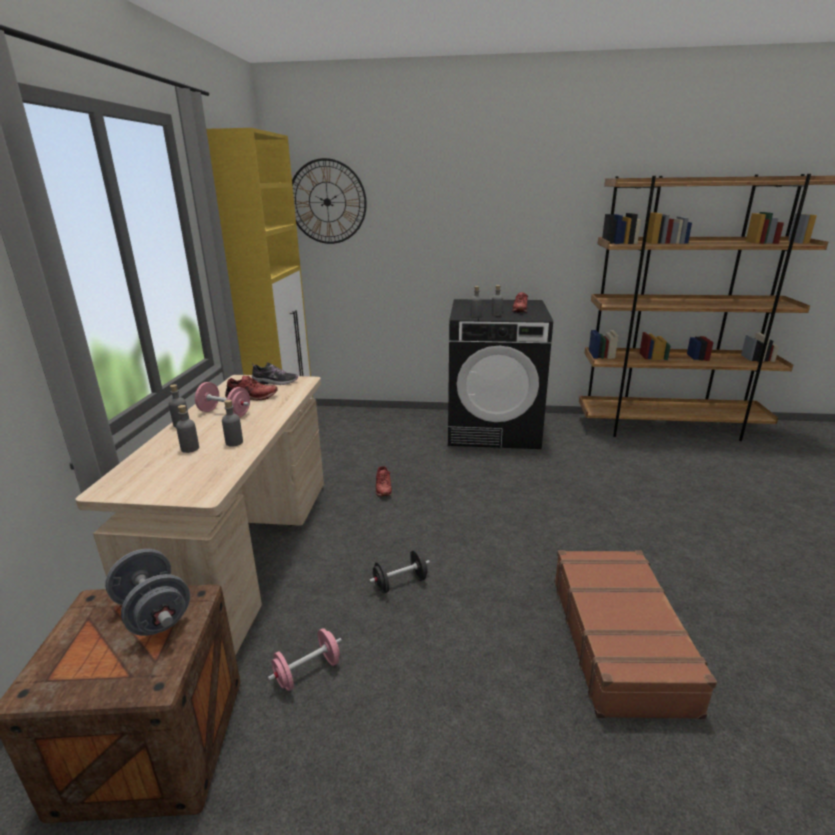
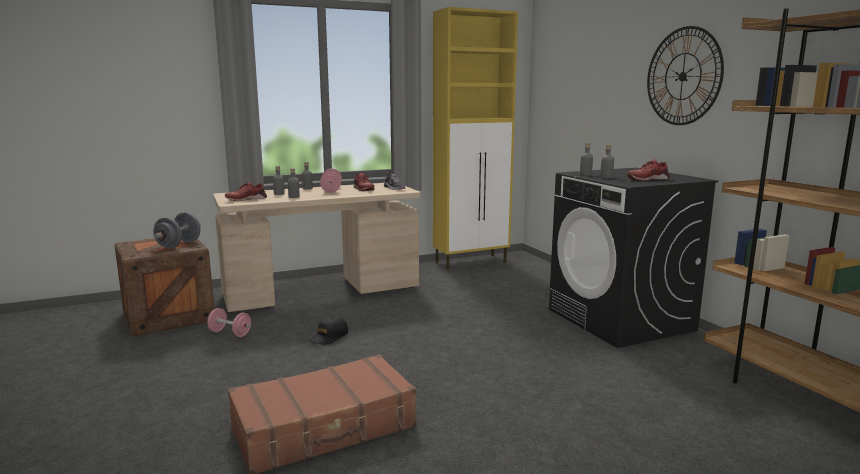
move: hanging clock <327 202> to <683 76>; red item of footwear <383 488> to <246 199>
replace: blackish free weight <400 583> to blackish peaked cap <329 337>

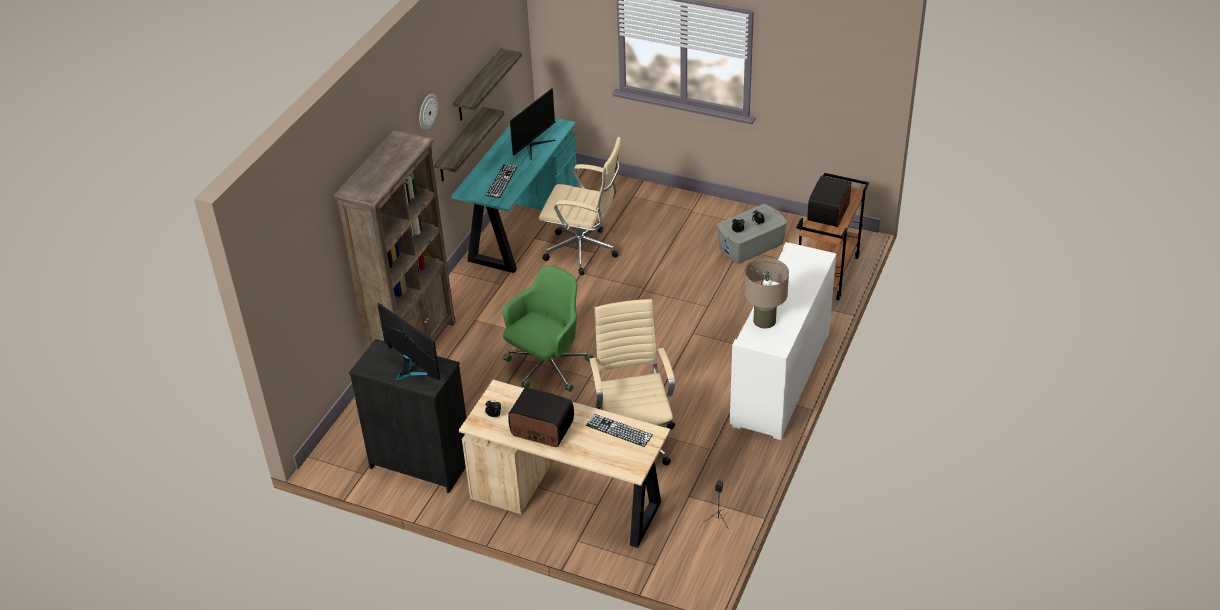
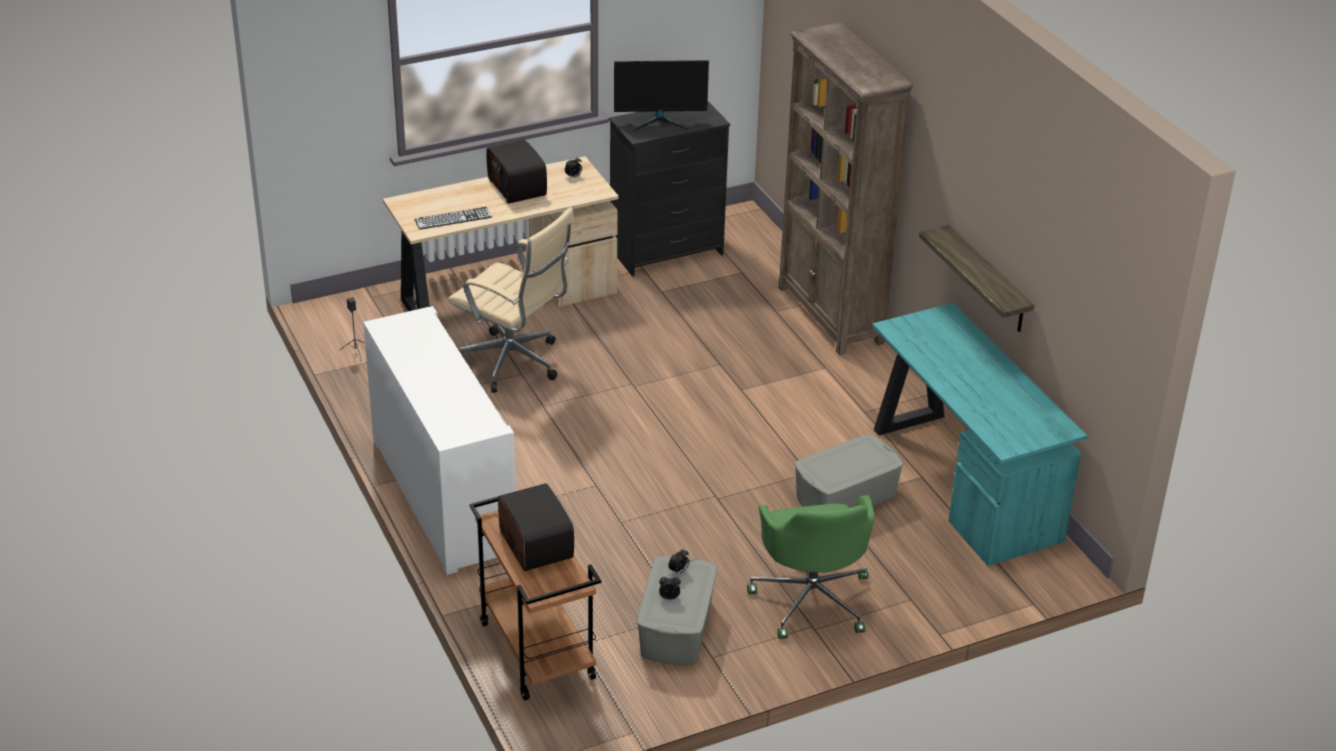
delete: hanging clock <427 111>; shelf <478 86>; keyboard <501 181>; monitor <533 146>; beige-coloured table lamp <764 321>
move: green office chair <546 367> to <812 598>
replace: beige-coloured office chair <584 252> to greyish storage box <845 496>
rotate: radio set <541 430> = <518 187> 90 degrees clockwise

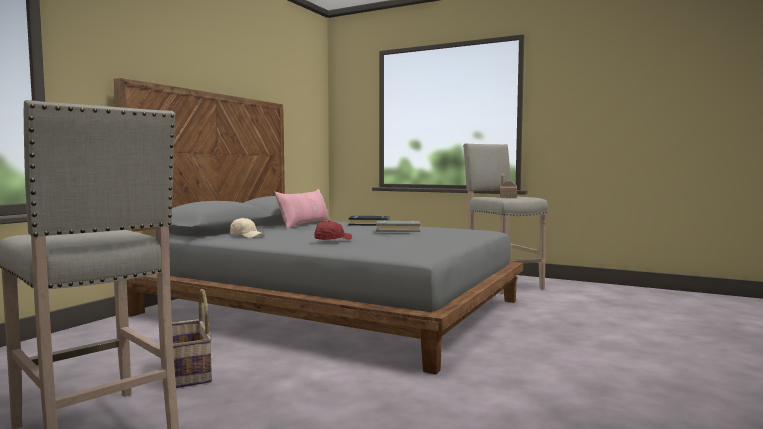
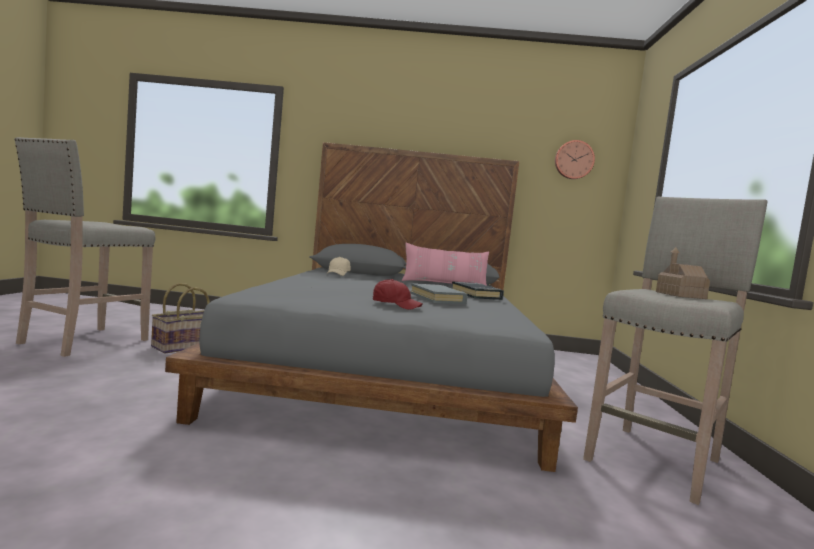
insert: hanging clock <574 160>
move: red peaked cap <332 240> to <395 305>

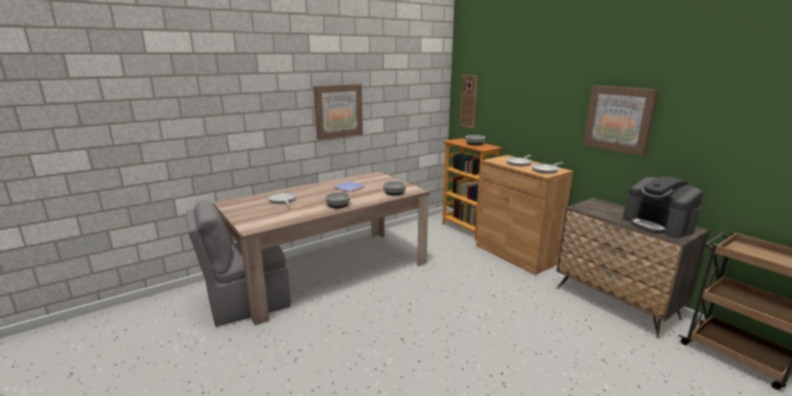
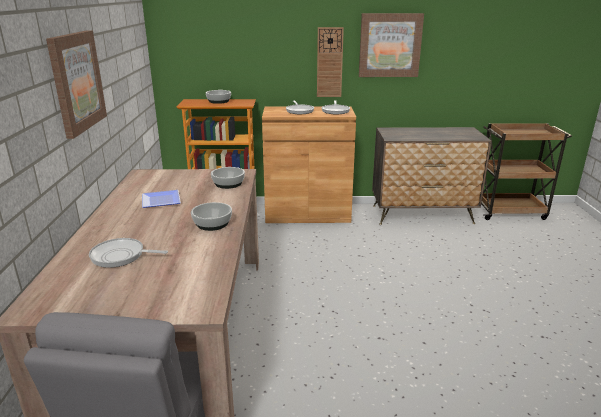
delete: coffee brewer <657 225>
move: hanging clock <468 101> to <329 62>

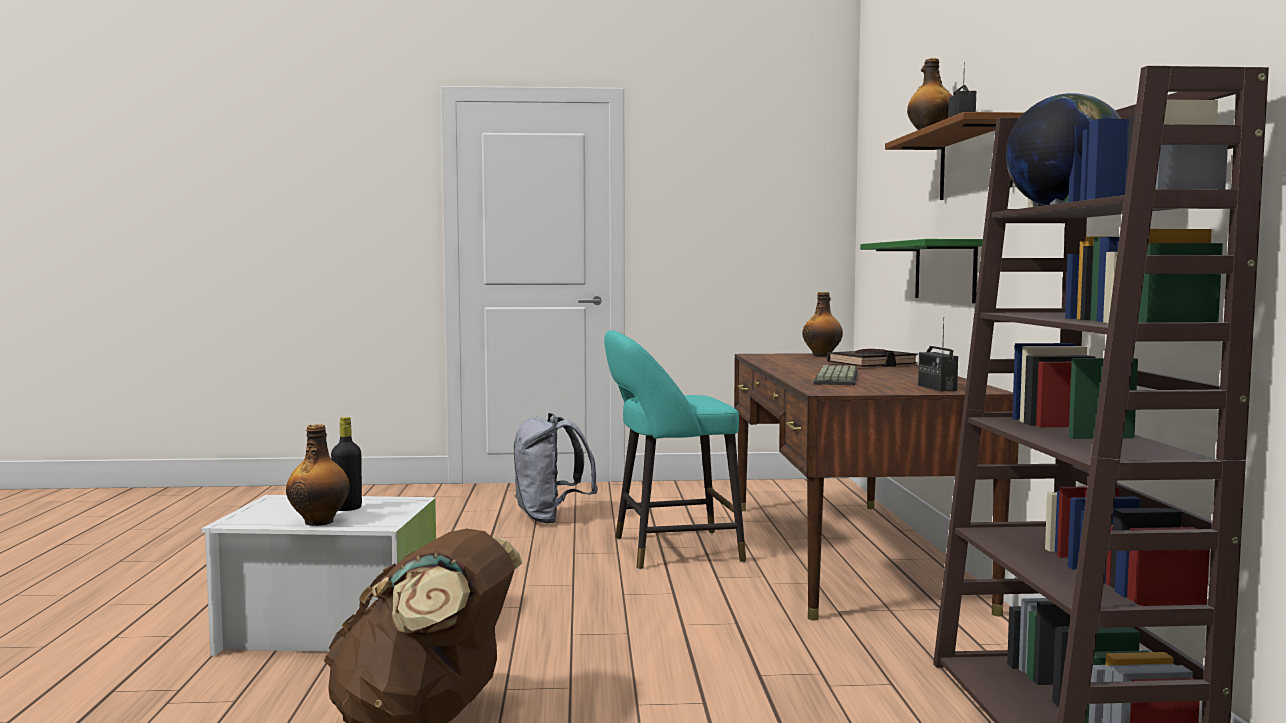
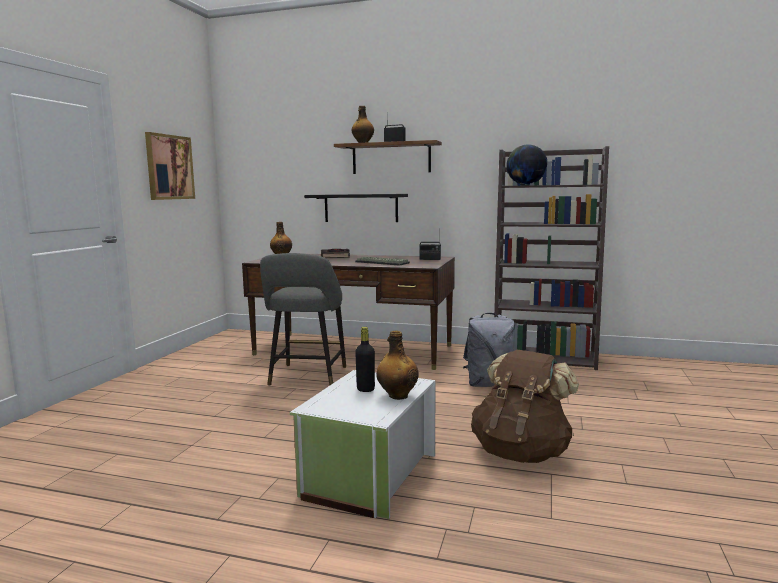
insert: wall art <169 167>
move: greyish rucksack <550 518> to <489 384>
recolor: turquoise stool <669 550> to greyish stool <307 377>; green shelf <945 271> to blackish shelf <361 208>

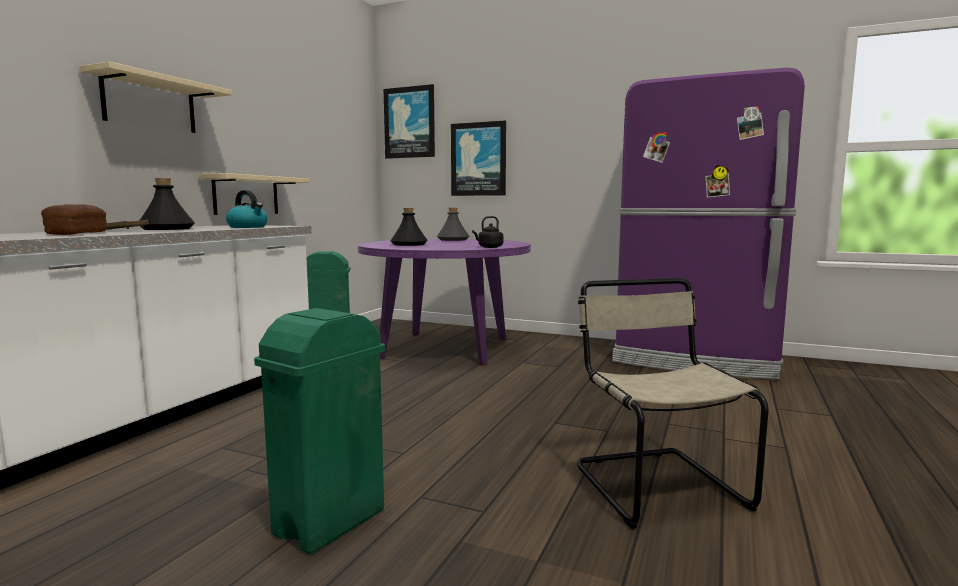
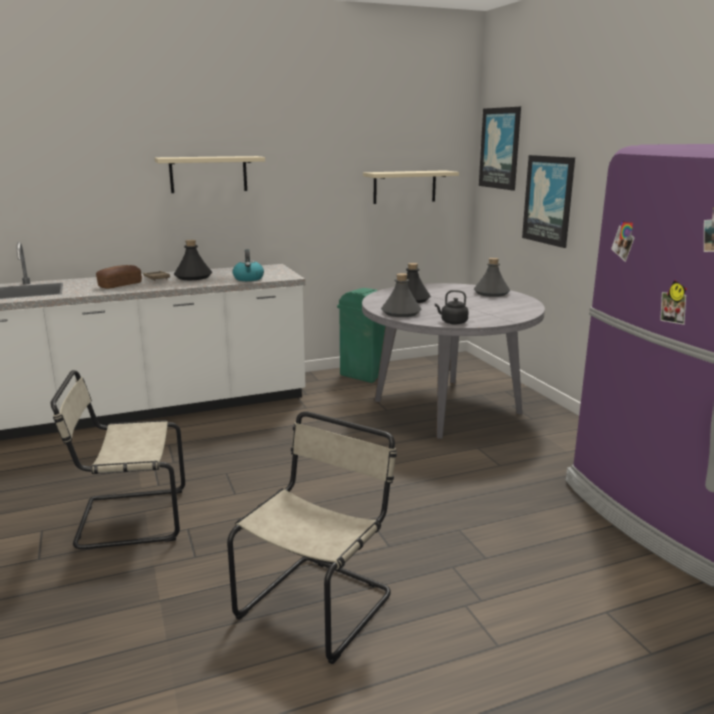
insert: greyish bottle <400 313>
move: beige-coloured shelf <246 195> to <404 187>
replace: green rubbish bin <328 523> to beige-coloured upright chair <128 519>
recolor: purple dinner table <445 348> to greyish dinner table <446 407>

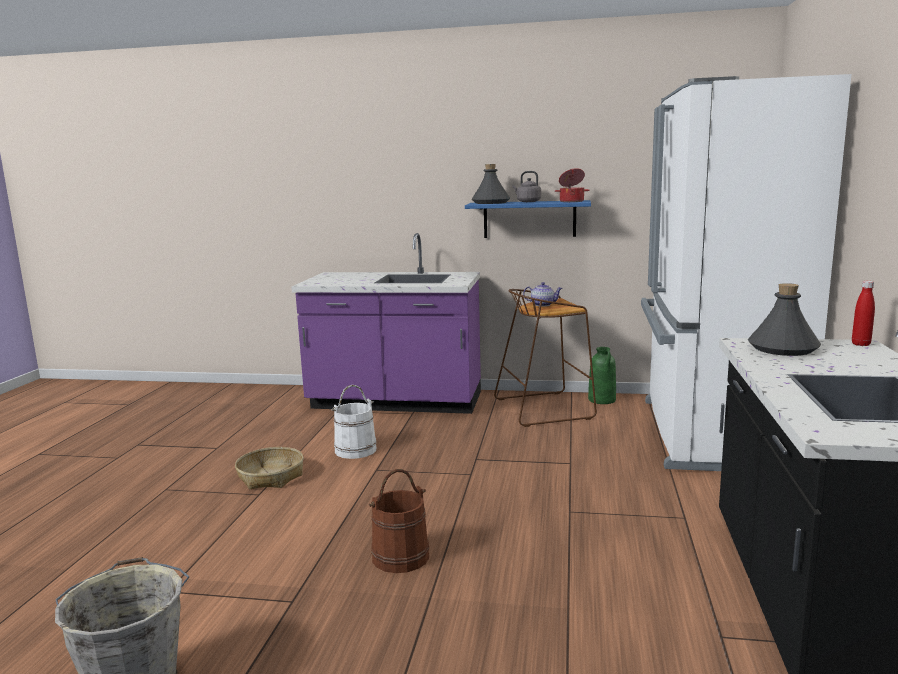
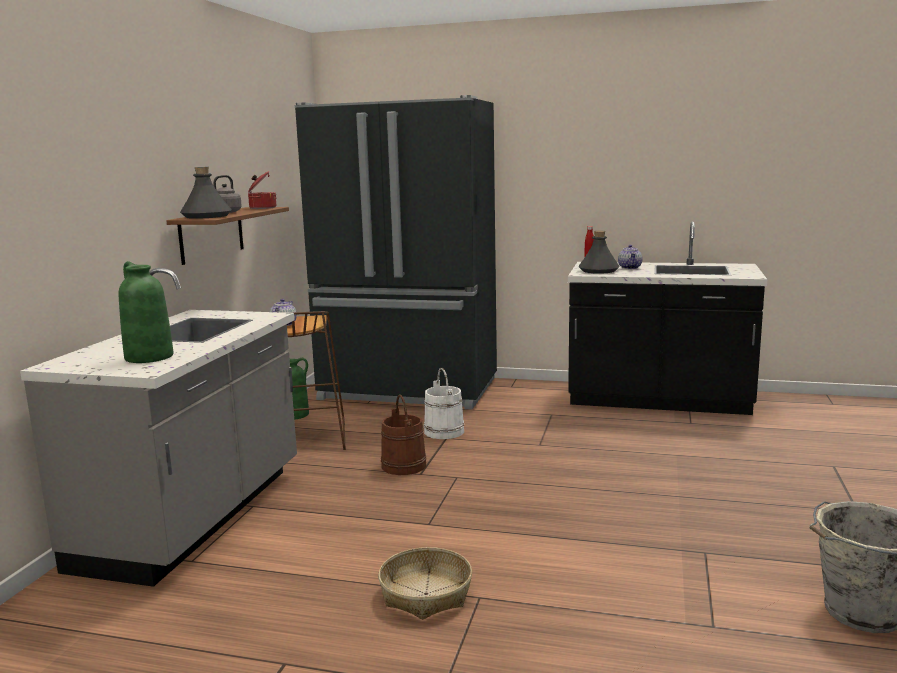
insert: green decorative vase <148 357>; pot for tea <630 268>
move: white-coloured pail <355 450> to <443 431>; brown pail <400 557> to <404 465>
recolor: purple kitchen base unit <395 402> to greyish kitchen base unit <196 517>; blue shelf <529 219> to brown shelf <212 234>; white-coloured refrigerator <712 434> to blackish refrigerator <408 390>

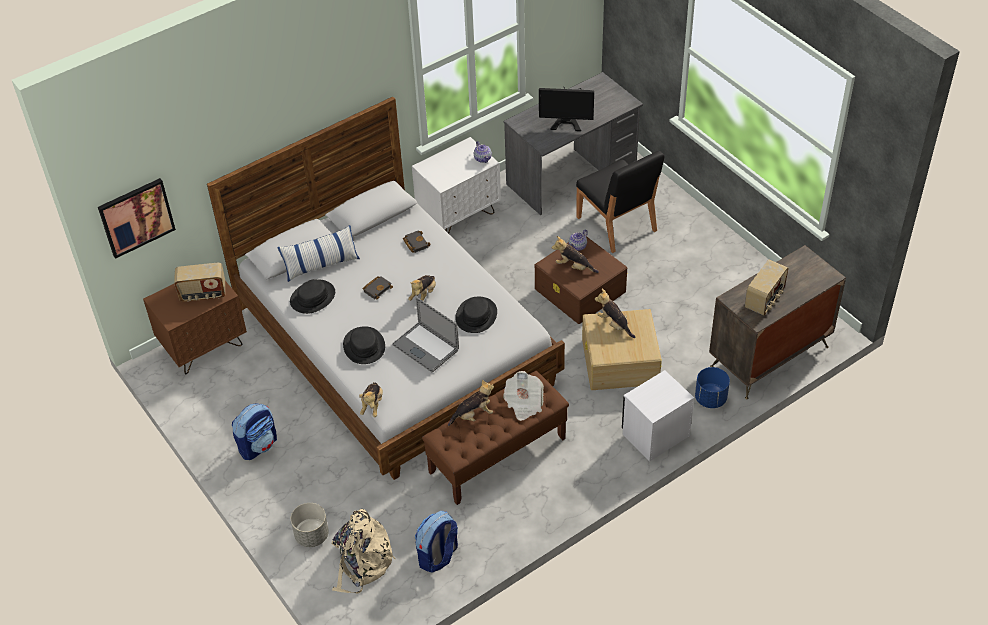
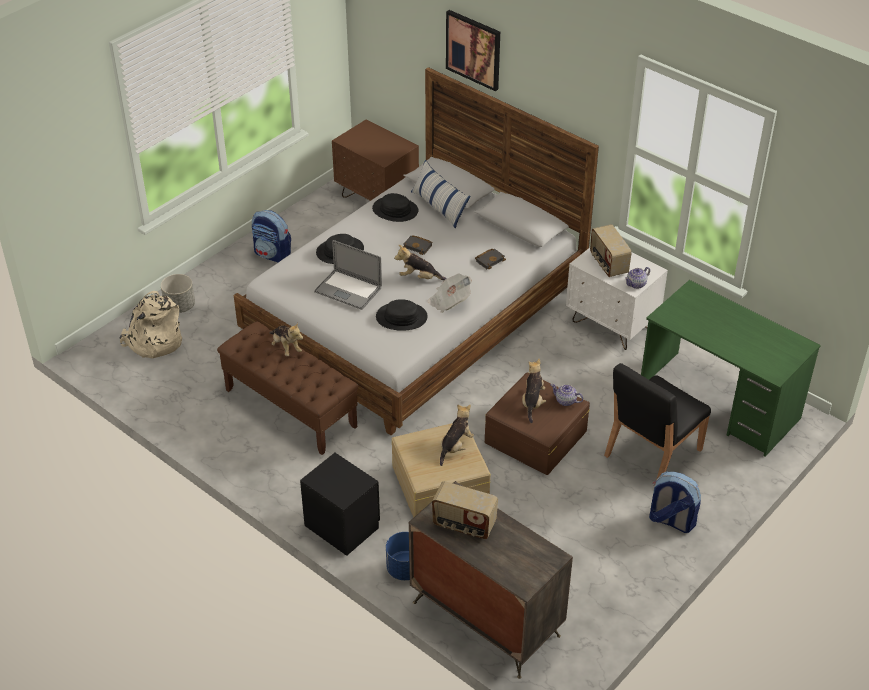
delete: plush toy <372 405>; monitor <567 118>
move: wall art <136 217> to <473 49>; radio set <203 294> to <608 264>; rucksack <438 556> to <671 521>; daily paper <524 403> to <449 301>
recolor: greyish desk table <572 174> to green desk table <719 403>; white-coloured night table <655 435> to blackish night table <342 526>
rotate: notebook computer <425 347> = <348 289> 90 degrees counterclockwise

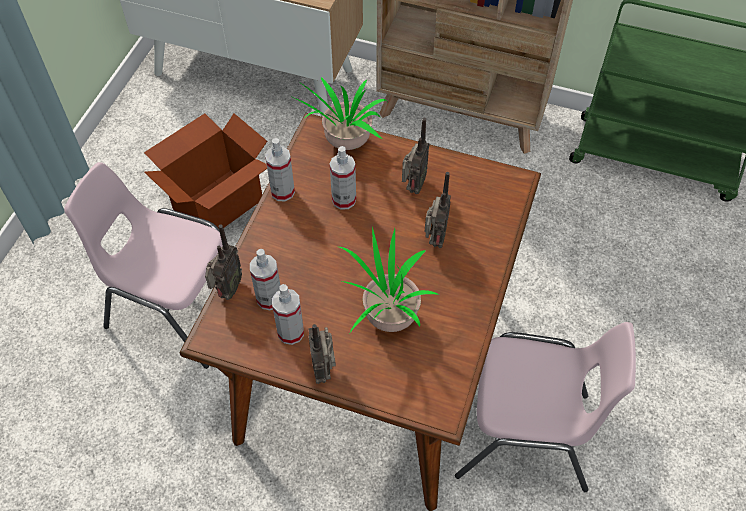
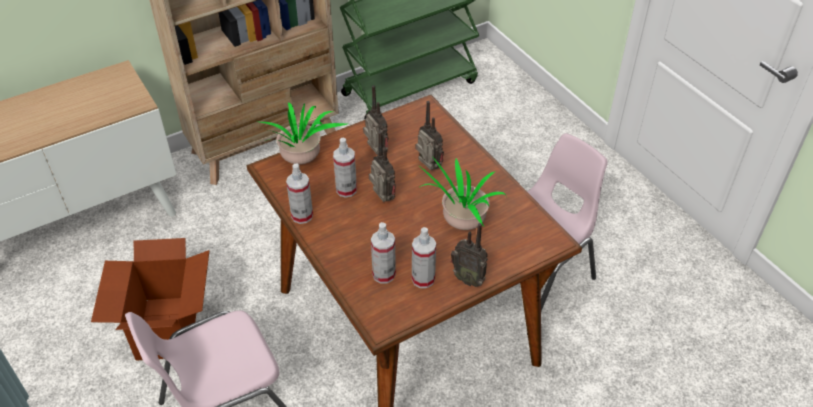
move: radio set <227 290> to <382 199>

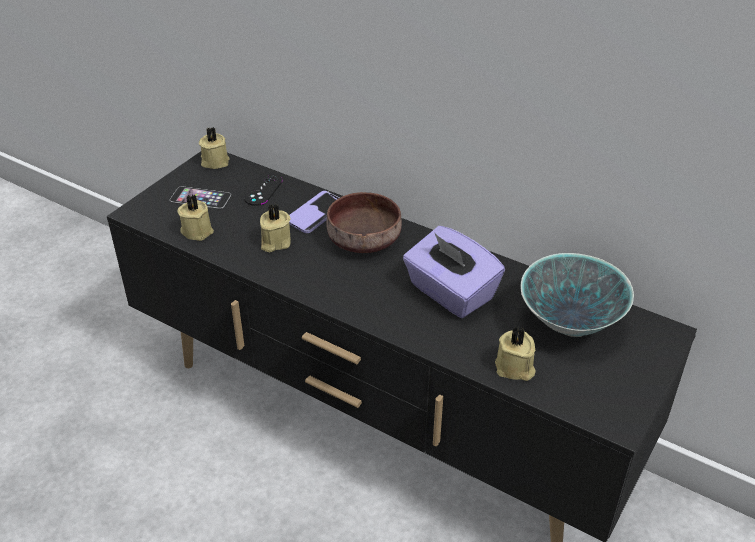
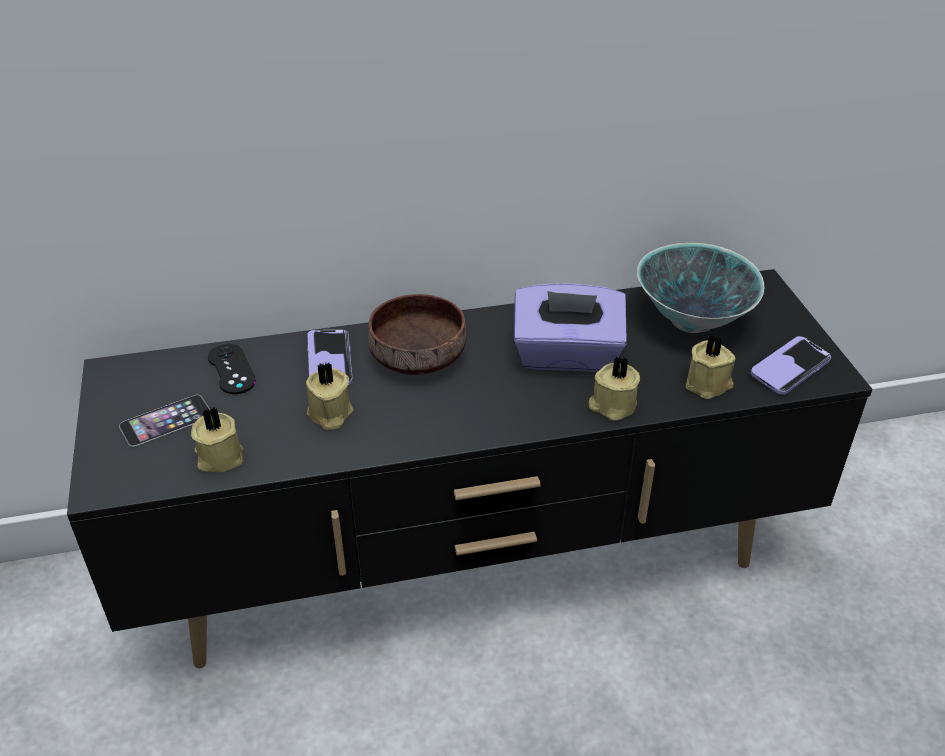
insert: telephone <790 367>
move: beige-coloured wax candle <214 161> to <612 405>

